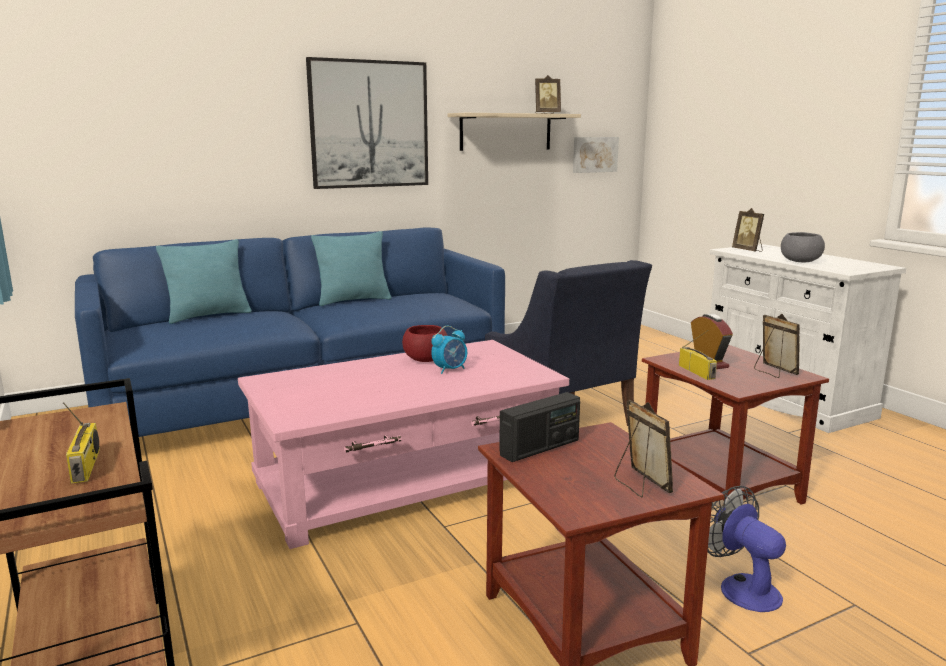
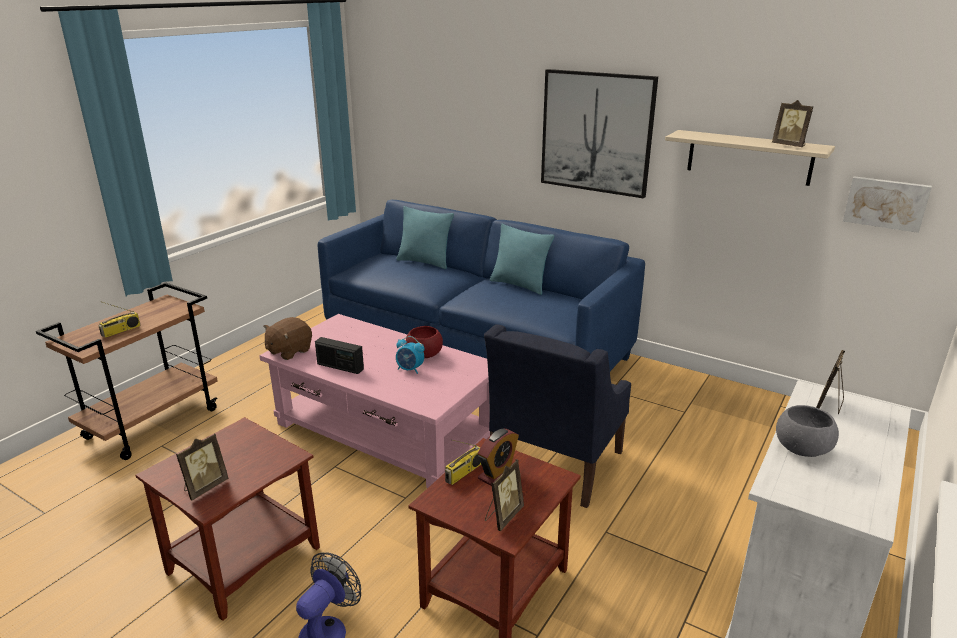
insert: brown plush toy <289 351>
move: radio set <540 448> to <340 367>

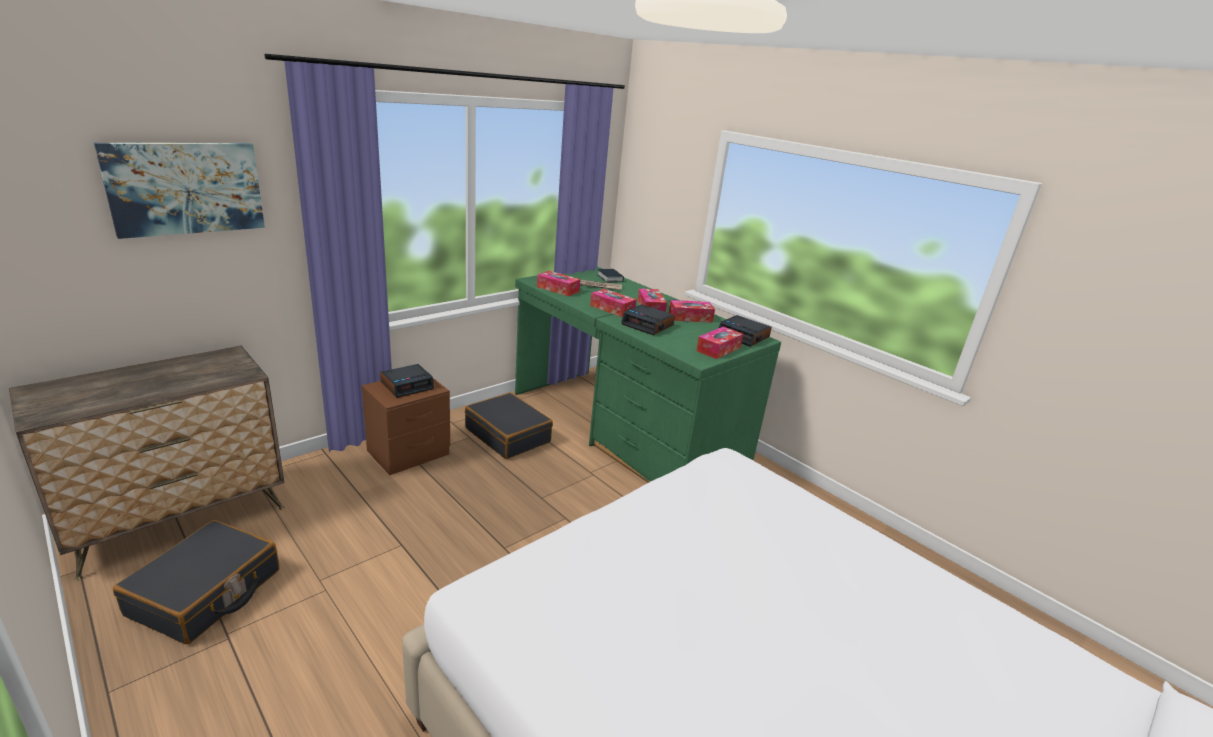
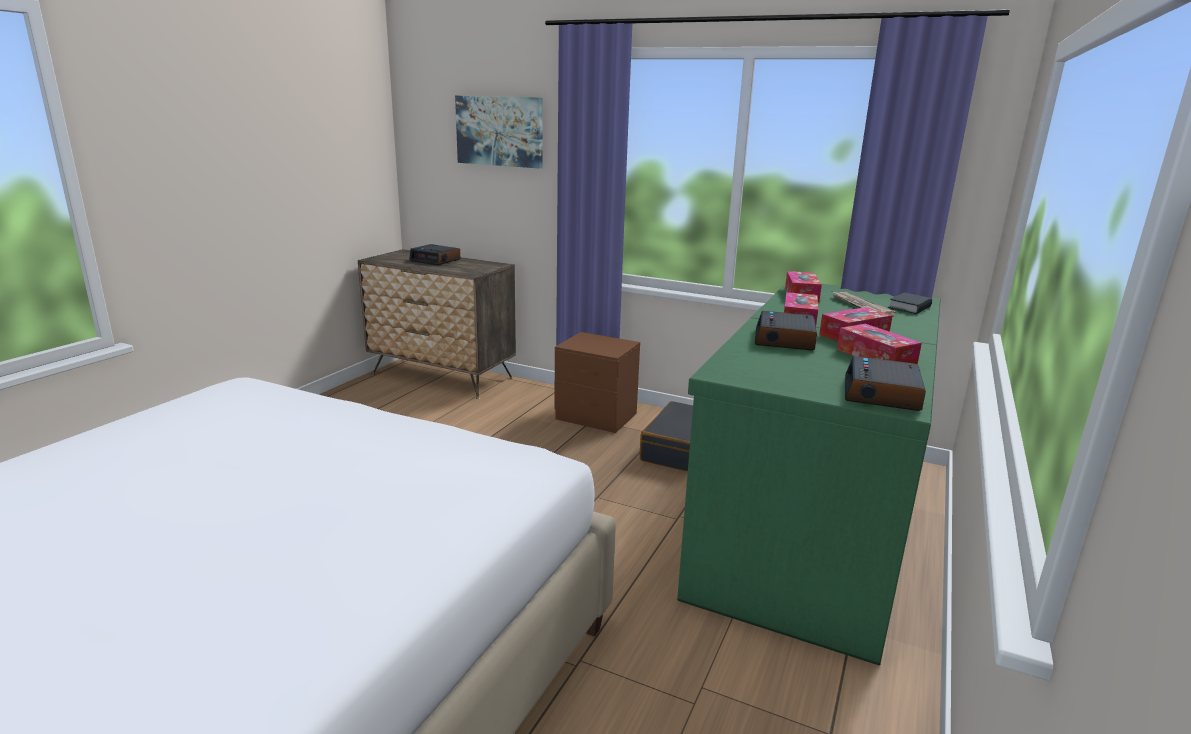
delete: blackish travel case <206 593>; tissue holder <718 349>
move: table clock <407 385> to <436 260>

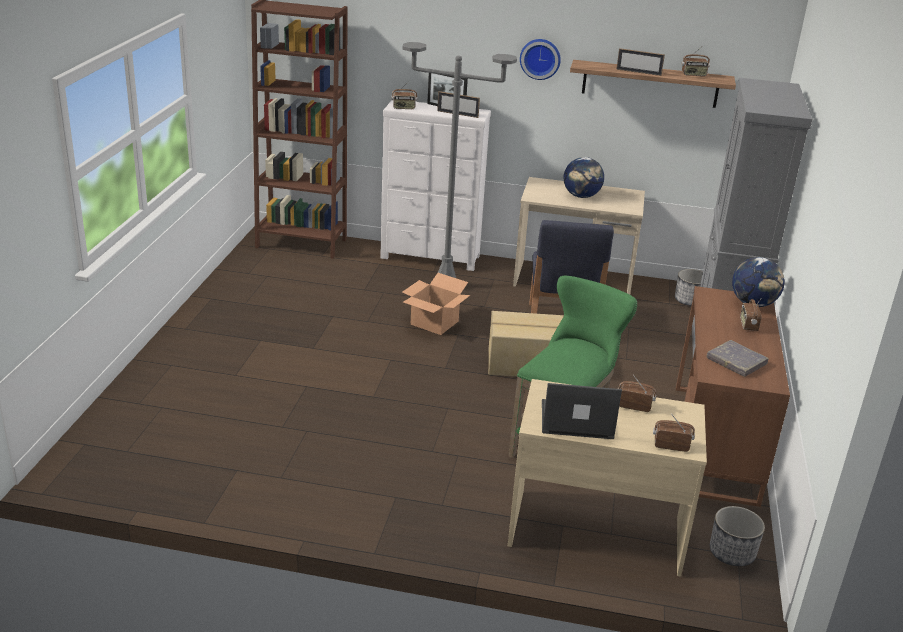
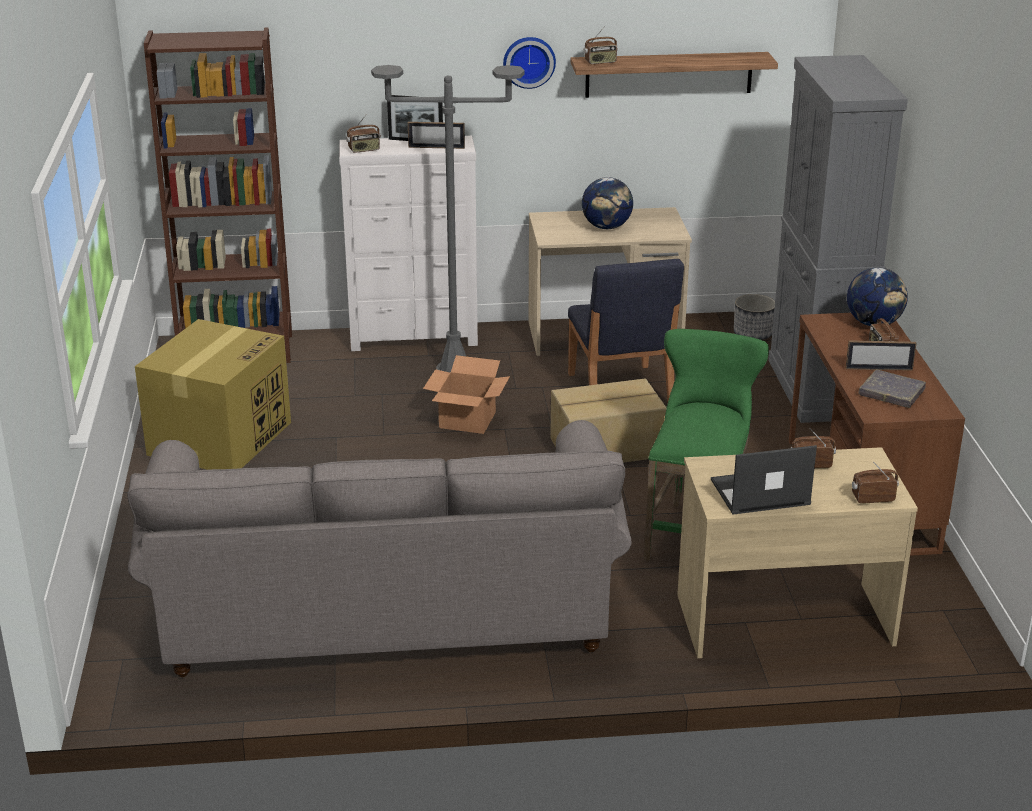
delete: plant pot <732 553>
insert: greyish settee <386 611>; carton <220 437>
move: standing frame <638 72> to <878 369>; radio set <693 75> to <600 62>

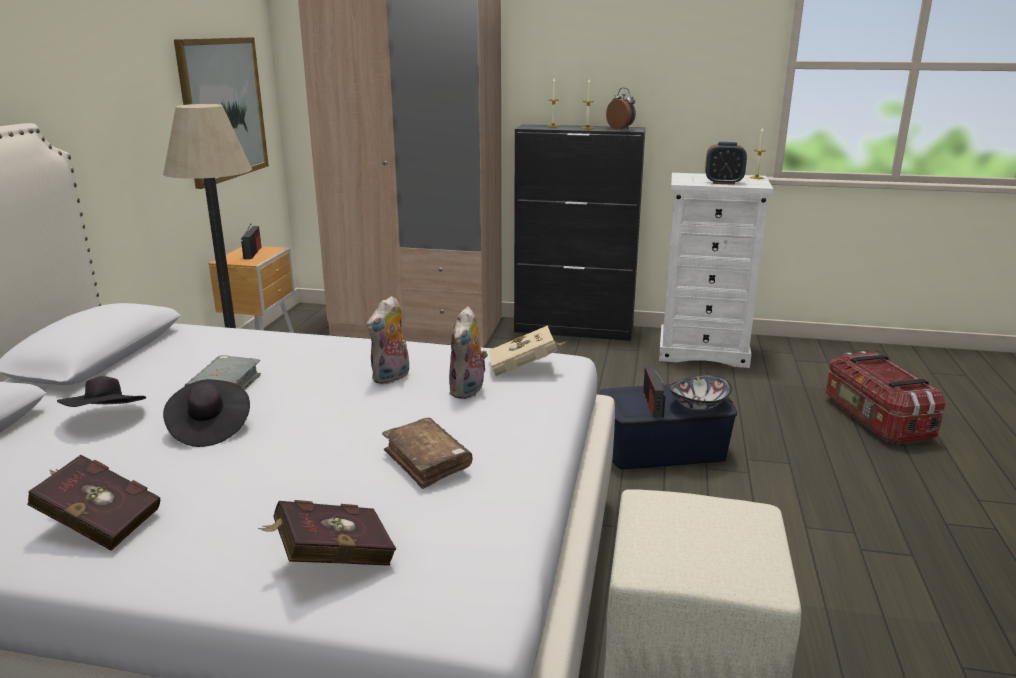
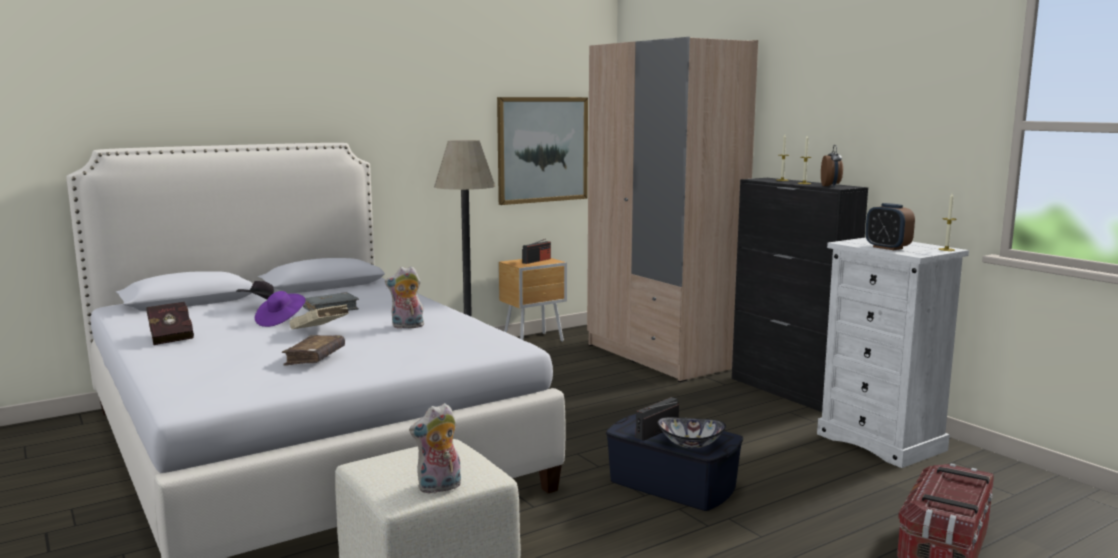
delete: red bound book <331 559>
move: plush toy <468 391> to <439 488>; beige-coloured bound book <526 368> to <320 332>
recolor: blackish clothing hat <209 429> to purple clothing hat <281 321>

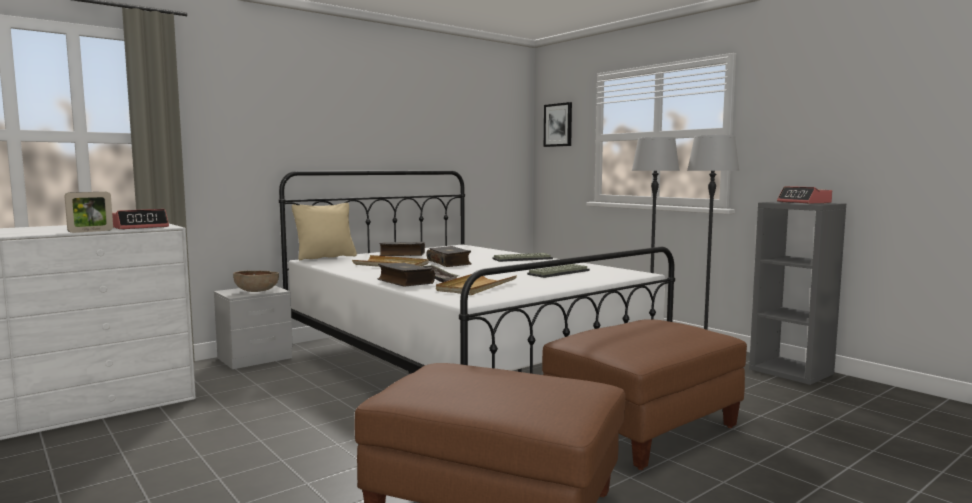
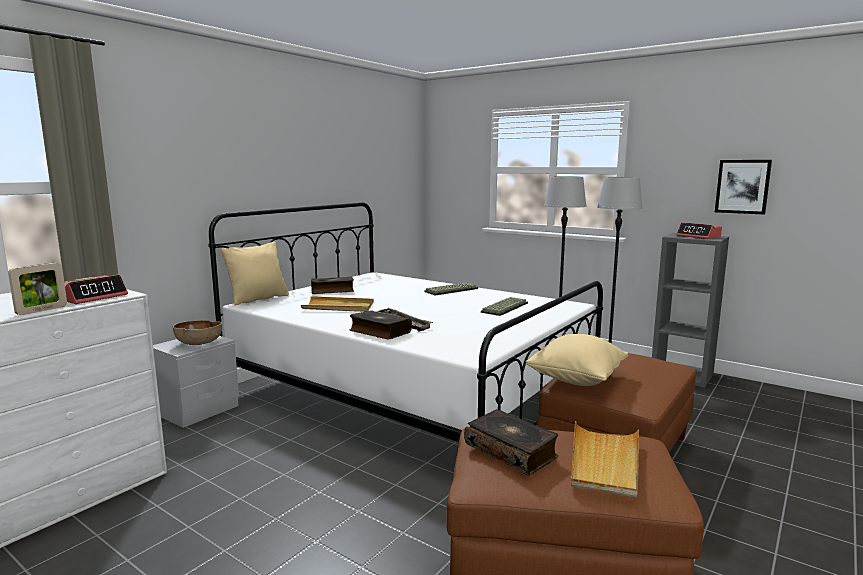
insert: beige-coloured throw pillow <576 380>
move: bound book <449 263> to <511 451>; beige-coloured serving tray <476 287> to <604 461>; wall art <558 125> to <742 186>

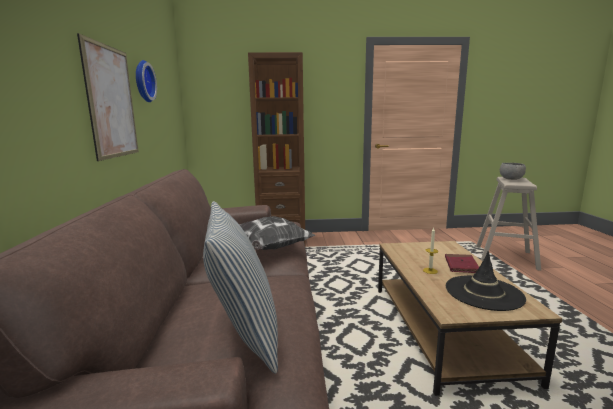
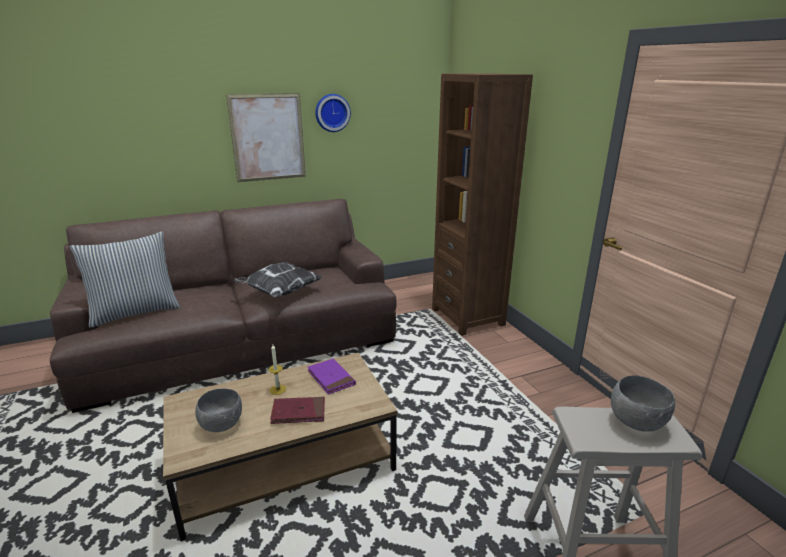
insert: purple bound book <331 378>
replace: blackish clothing hat <483 293> to greyish serving bowl <222 424>

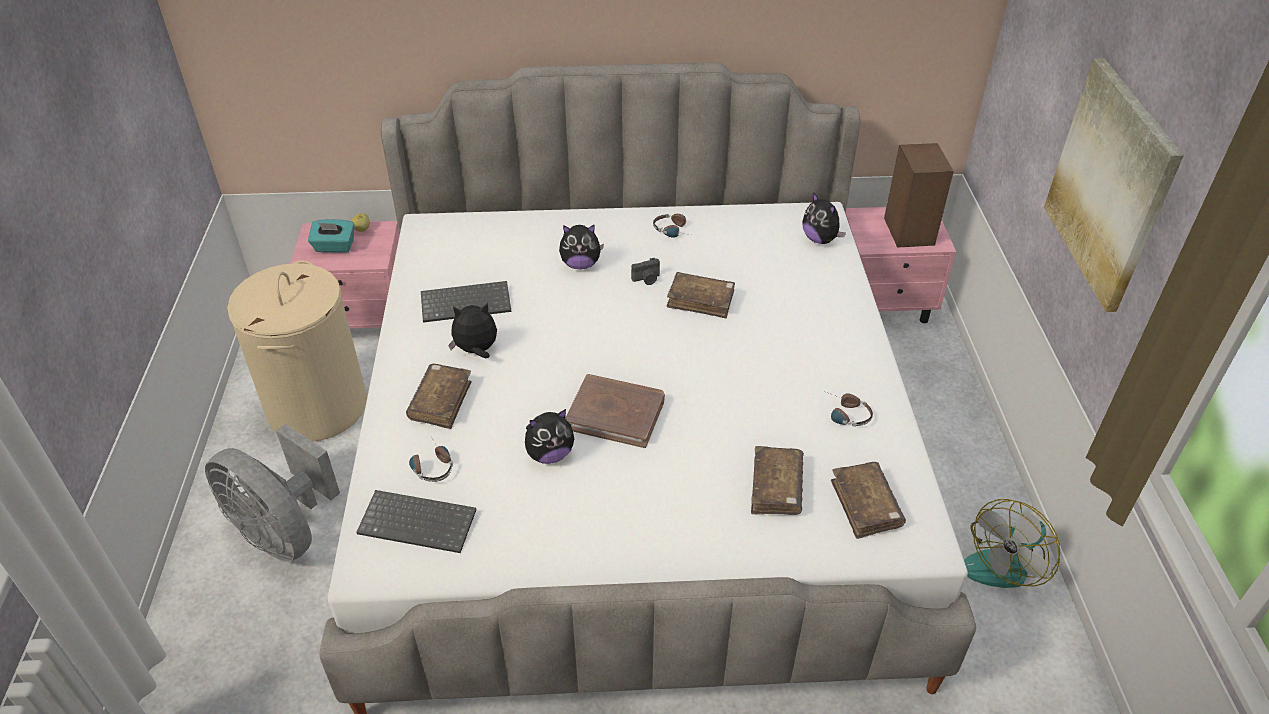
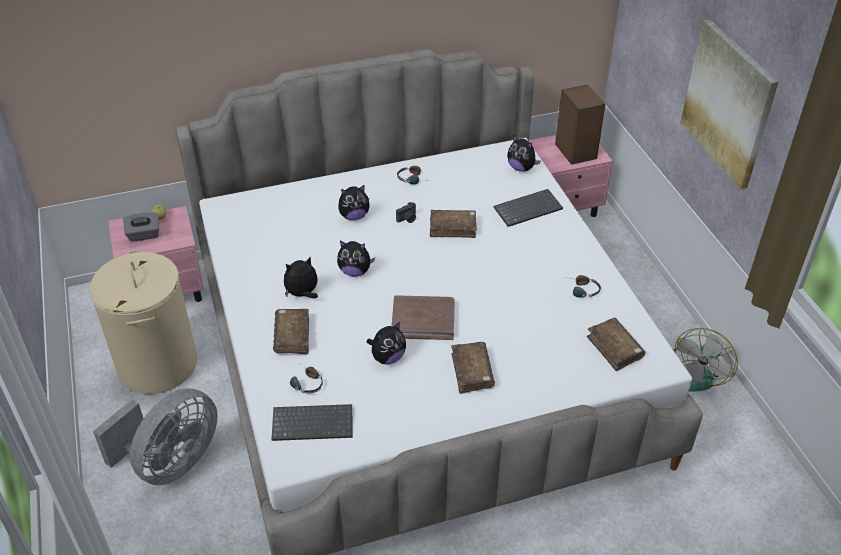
insert: plush toy <355 271>
move: keyboard <467 302> to <528 208>; brown bound book <776 488> to <472 372>
recolor: turquoise tissue holder <334 247> to greyish tissue holder <144 235>
rotate: greyish cooling fan <284 532> = <171 463> 75 degrees counterclockwise

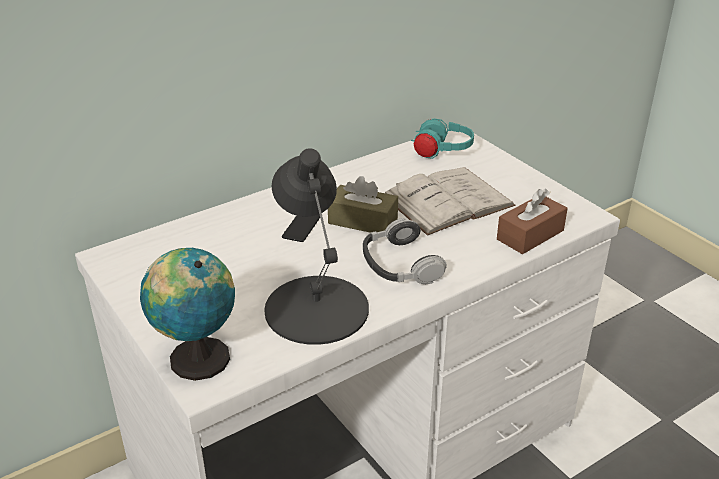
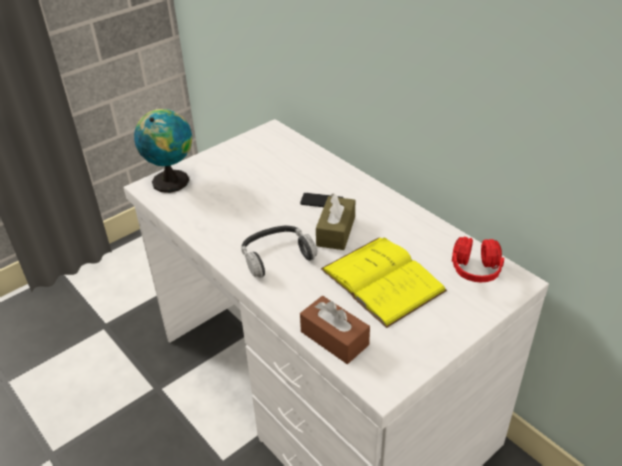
delete: blackish table lamp <317 308>
recolor: white-coloured bound book <447 201> to yellow-coloured bound book <382 280>; turquoise headset <442 153> to red headset <475 272>

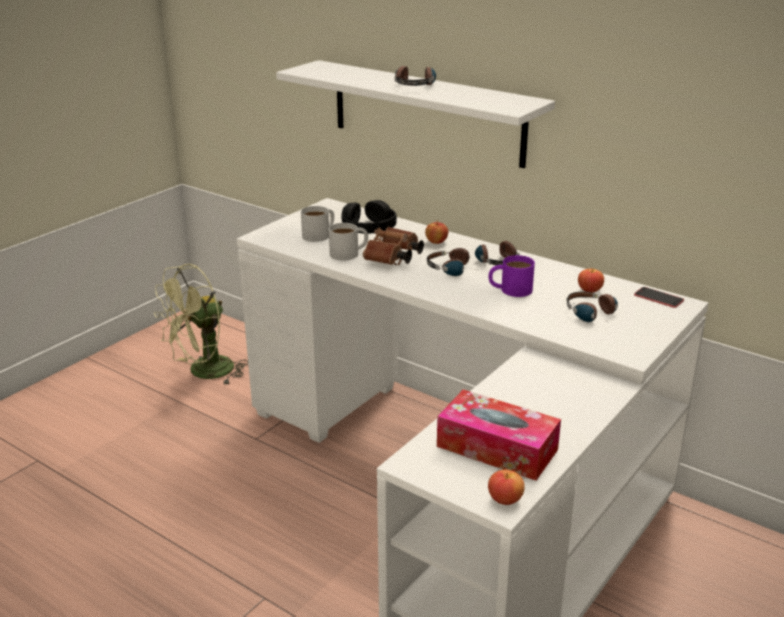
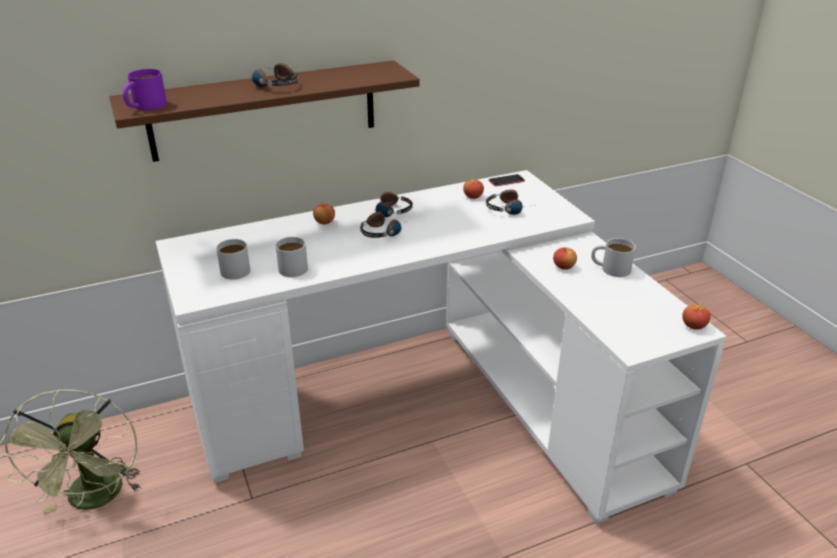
delete: blackish headset <368 228>; brown binoculars <393 259>; tissue holder <497 448>
insert: whole apple <563 266>; white-coloured tea mug <610 268>
move: purple tea mug <510 289> to <145 106>
recolor: white-coloured shelf <426 112> to brown shelf <264 110>

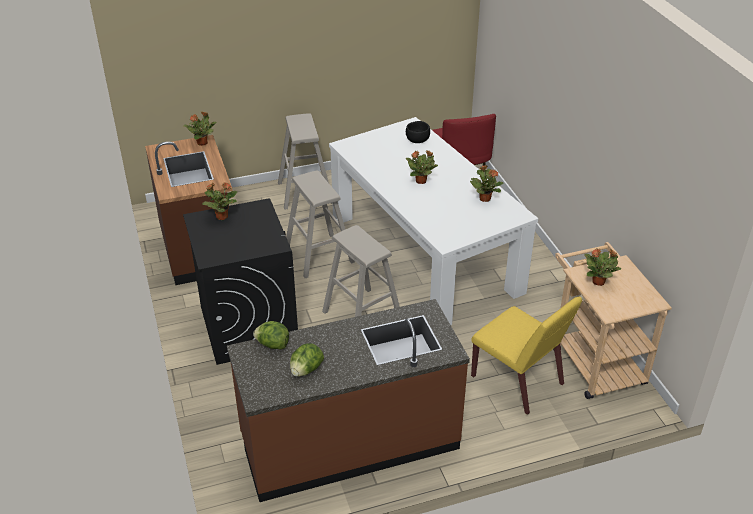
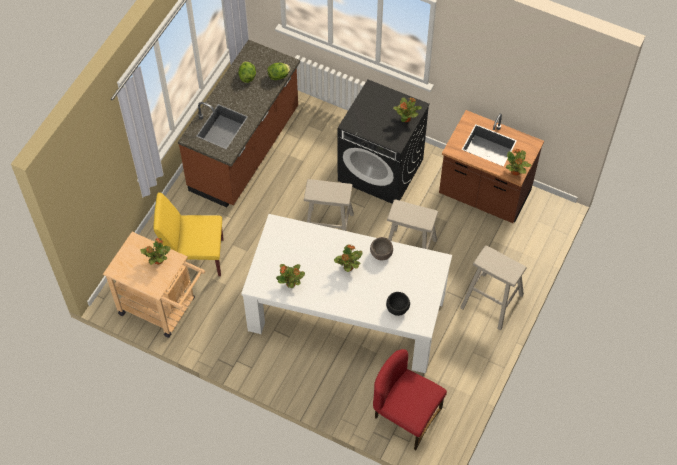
insert: brown serving bowl <381 254>

